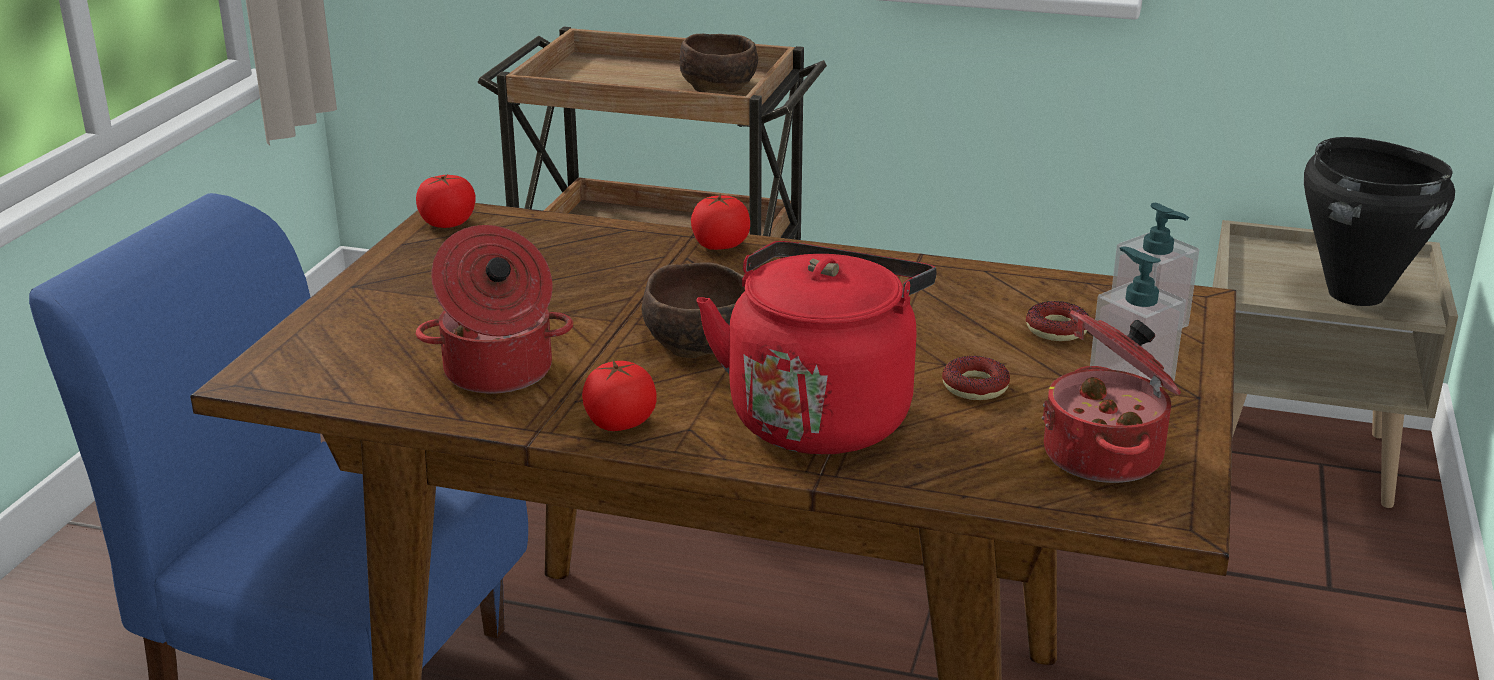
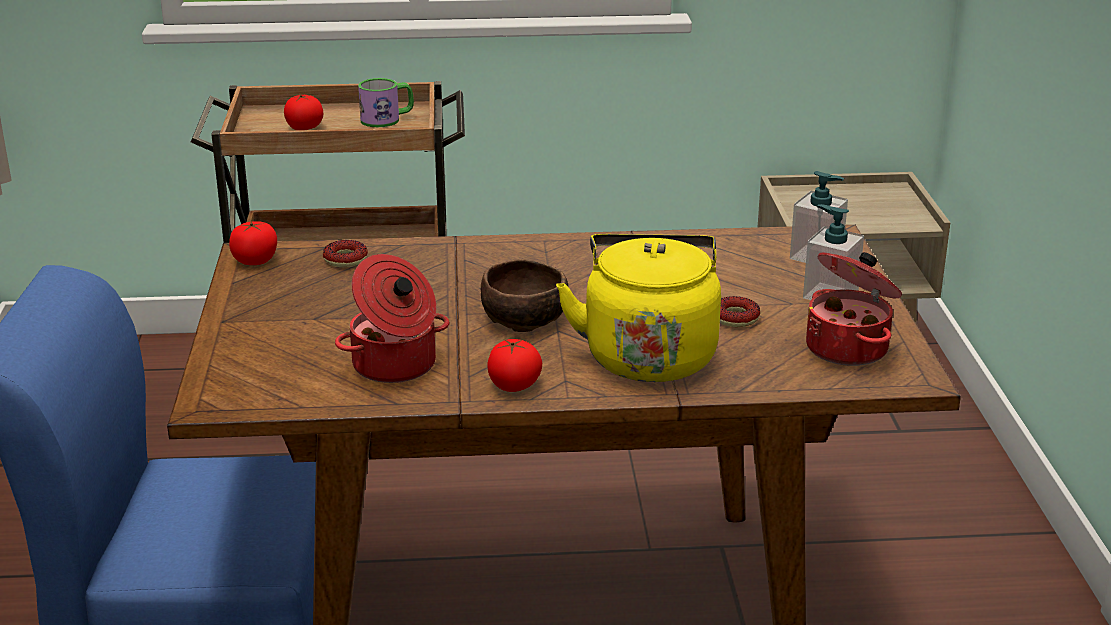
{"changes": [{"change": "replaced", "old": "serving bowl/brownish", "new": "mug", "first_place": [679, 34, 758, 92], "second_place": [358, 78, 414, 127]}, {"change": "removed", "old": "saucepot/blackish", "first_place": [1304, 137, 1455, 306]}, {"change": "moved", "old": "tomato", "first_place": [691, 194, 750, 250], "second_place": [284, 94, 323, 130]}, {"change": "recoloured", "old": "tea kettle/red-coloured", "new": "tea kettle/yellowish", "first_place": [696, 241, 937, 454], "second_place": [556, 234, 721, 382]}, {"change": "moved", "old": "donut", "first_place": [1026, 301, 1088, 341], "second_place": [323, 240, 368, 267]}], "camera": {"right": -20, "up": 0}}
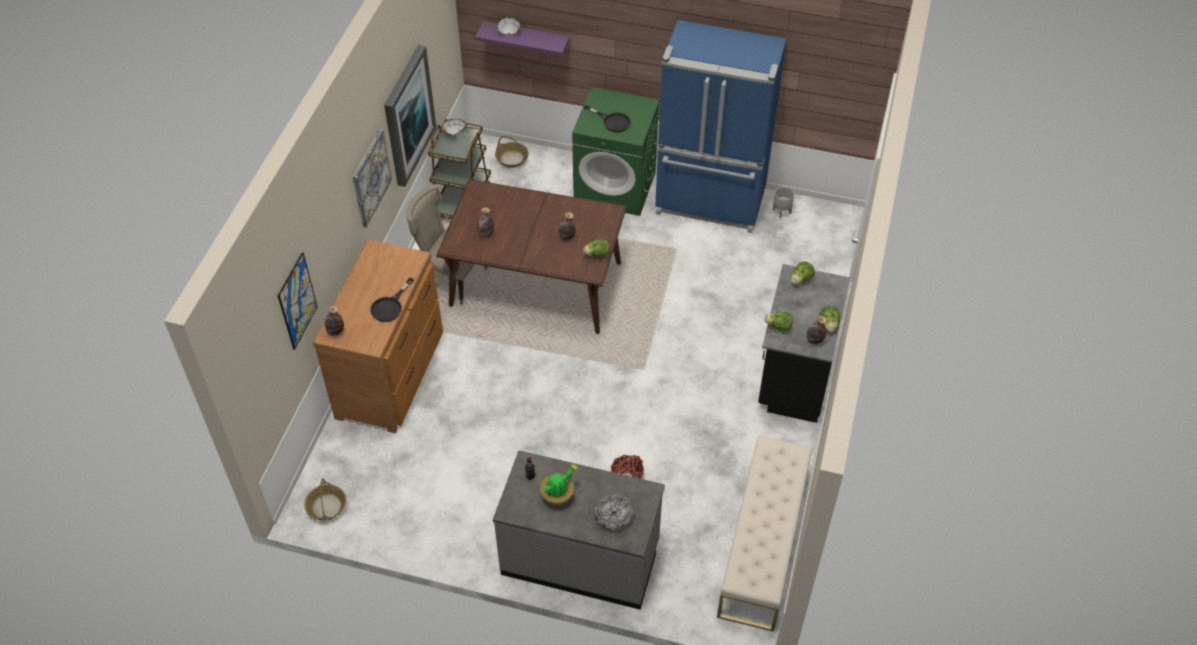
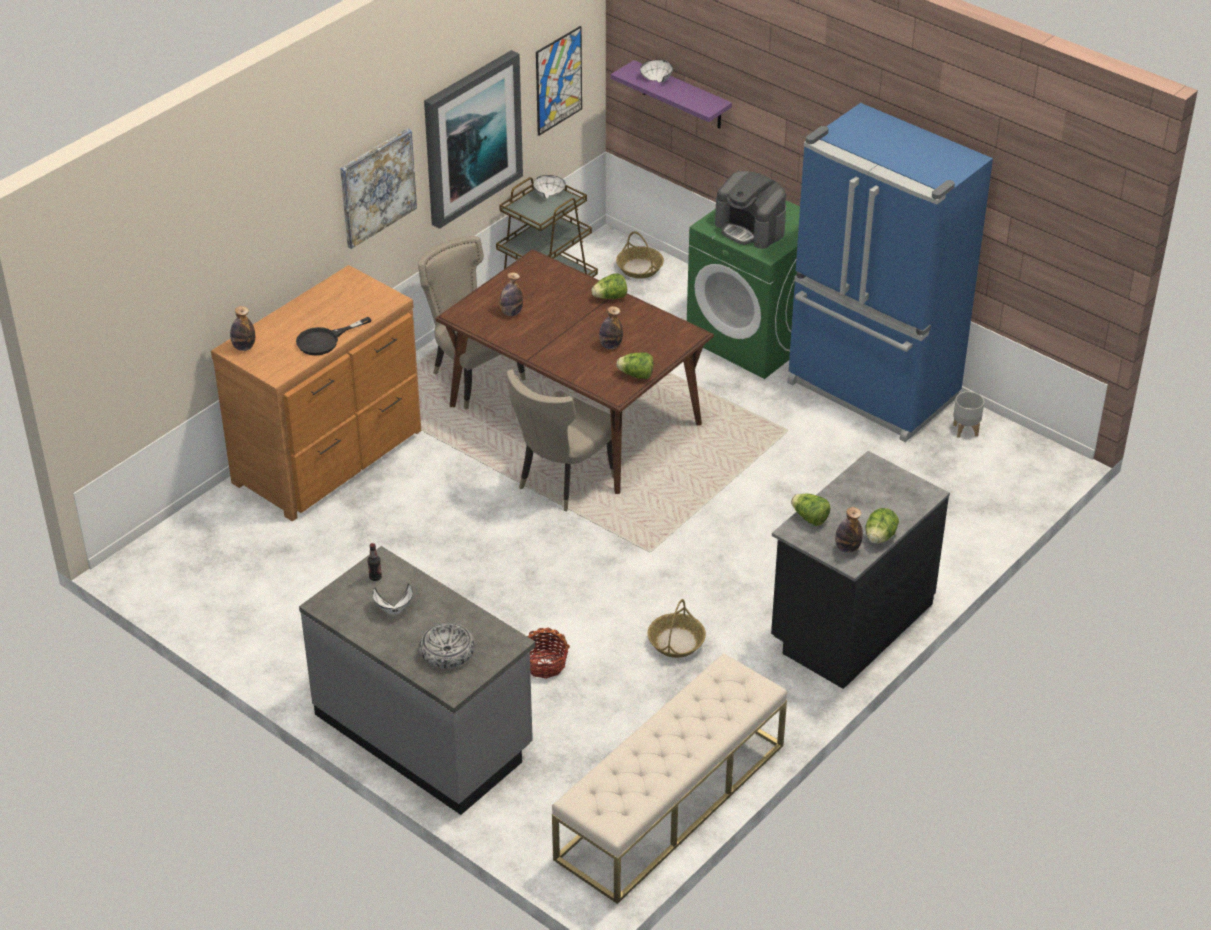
{"changes": [{"change": "replaced", "old": "pan/blackish", "new": "coffee maker", "first_place": [584, 105, 631, 132], "second_place": [715, 171, 786, 249]}, {"change": "moved", "old": "wall art", "first_place": [278, 252, 318, 350], "second_place": [536, 26, 582, 136]}, {"change": "moved", "old": "lettuce head", "first_place": [791, 262, 815, 285], "second_place": [591, 273, 627, 299]}, {"change": "replaced", "old": "houseplant", "new": "serving bowl/white", "first_place": [540, 464, 578, 506], "second_place": [372, 583, 413, 614]}, {"change": "moved", "old": "household basket", "first_place": [304, 478, 346, 521], "second_place": [648, 599, 706, 658]}, {"change": "added", "new": "chair/beige", "second_place": [507, 369, 614, 511]}], "camera": {"right": 25, "up": -10}}
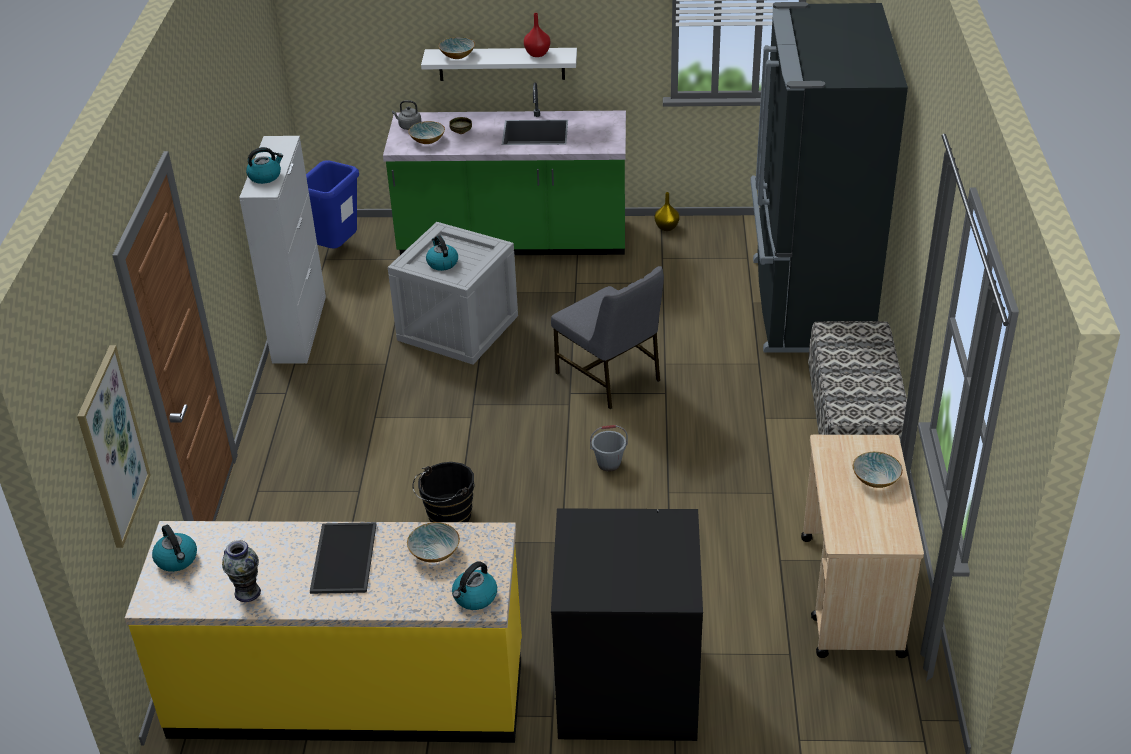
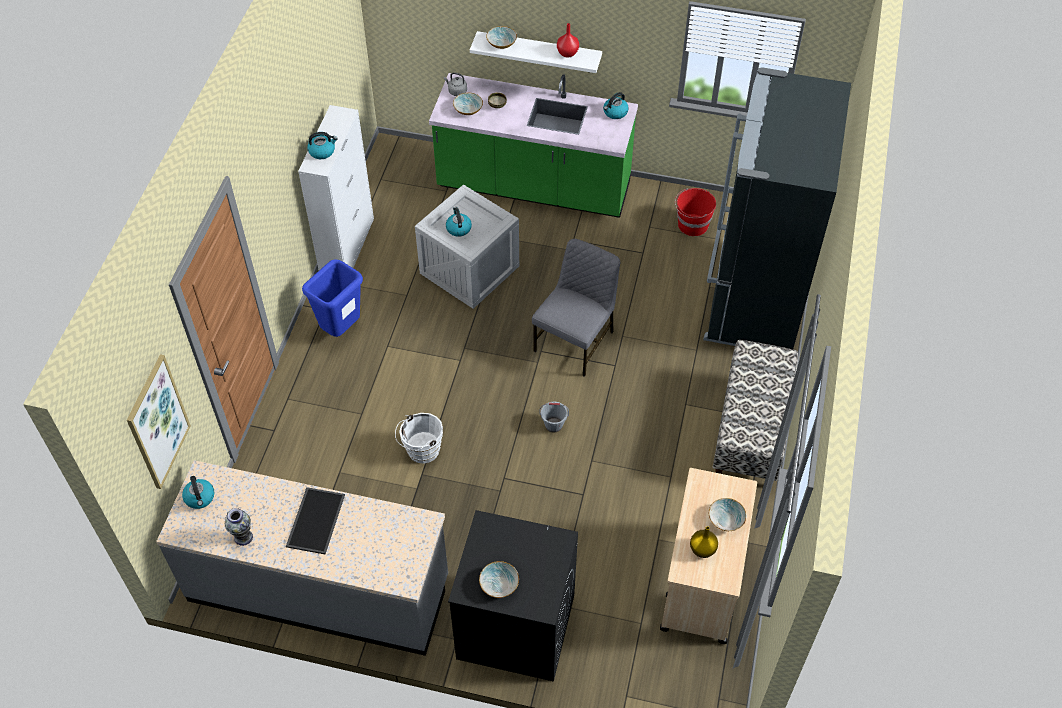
{"changes": [{"change": "moved", "old": "trash can/blue", "first_place": [306, 160, 359, 248], "second_place": [302, 259, 363, 337]}, {"change": "moved", "old": "decorative vase/yellowish", "first_place": [655, 192, 679, 231], "second_place": [690, 526, 718, 558]}, {"change": "turned", "old": "chair/grey", "first_place": [551, 266, 664, 409], "second_place": [532, 239, 620, 377], "degrees": -120}, {"change": "recoloured", "old": "water bucket/blackish", "new": "water bucket/white", "first_place": [412, 462, 474, 522], "second_place": [395, 413, 443, 464]}, {"change": "recoloured", "old": "kitchen base unit/yellowish", "new": "kitchen base unit/grey", "first_place": [124, 521, 522, 743], "second_place": [156, 460, 448, 656]}, {"change": "moved", "old": "serving bowl", "first_place": [407, 522, 460, 563], "second_place": [479, 561, 519, 598]}, {"change": "moved", "old": "tea kettle", "first_place": [452, 561, 497, 610], "second_place": [603, 92, 629, 119]}, {"change": "added", "new": "water bucket/red-coloured", "second_place": [675, 188, 716, 236]}], "camera": {"right": 10, "up": 15}}
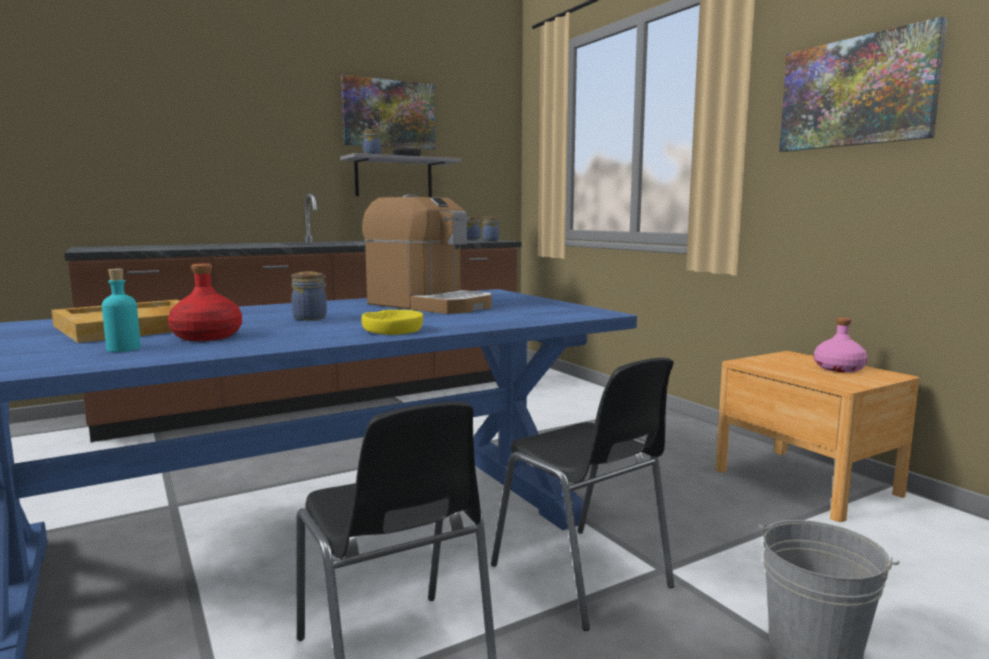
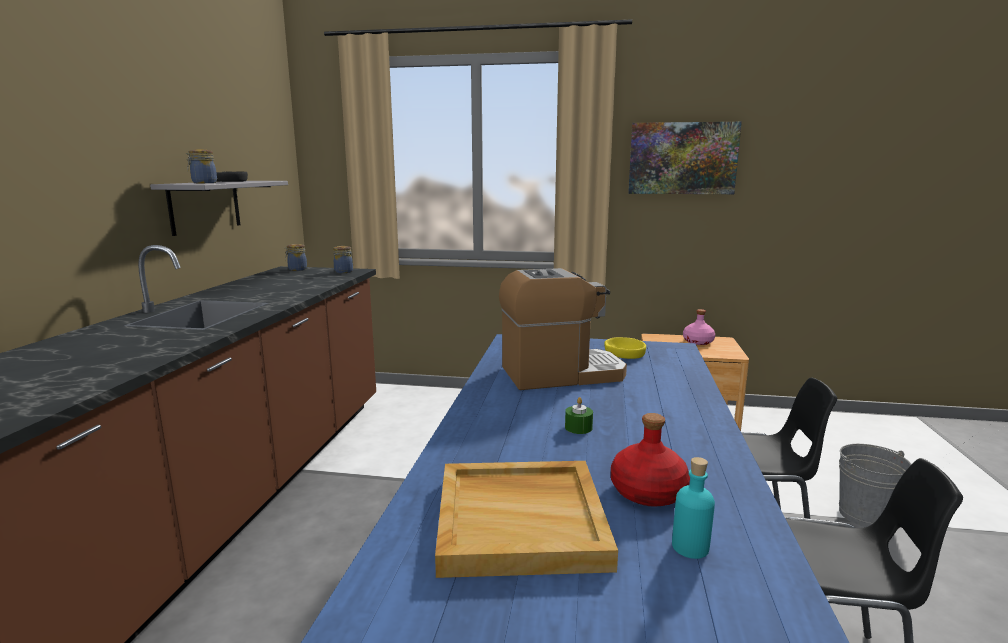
{"changes": [{"change": "removed", "old": "wall art", "first_place": [341, 75, 435, 150]}, {"change": "replaced", "old": "storage jar", "new": "candle/green-coloured", "first_place": [291, 272, 327, 321], "second_place": [565, 397, 593, 434]}, {"change": "moved", "old": "serving bowl/yellowish", "first_place": [362, 310, 423, 335], "second_place": [604, 337, 646, 359]}], "camera": {"right": -50, "up": 5}}
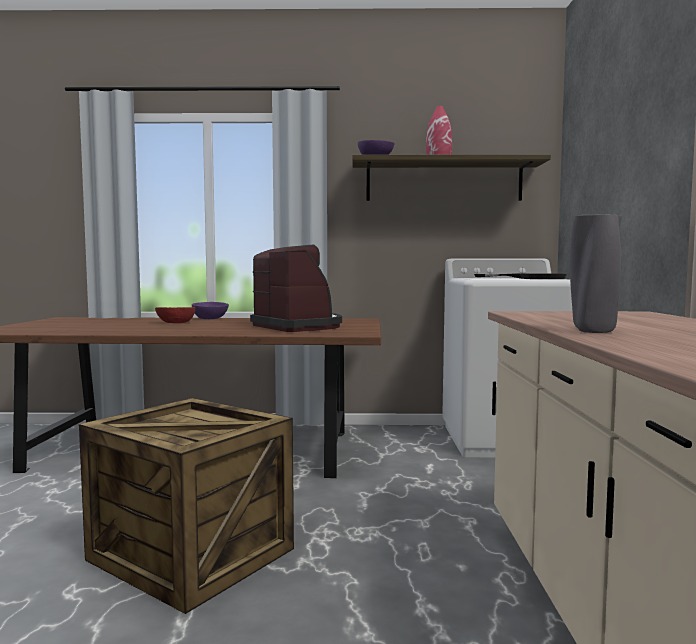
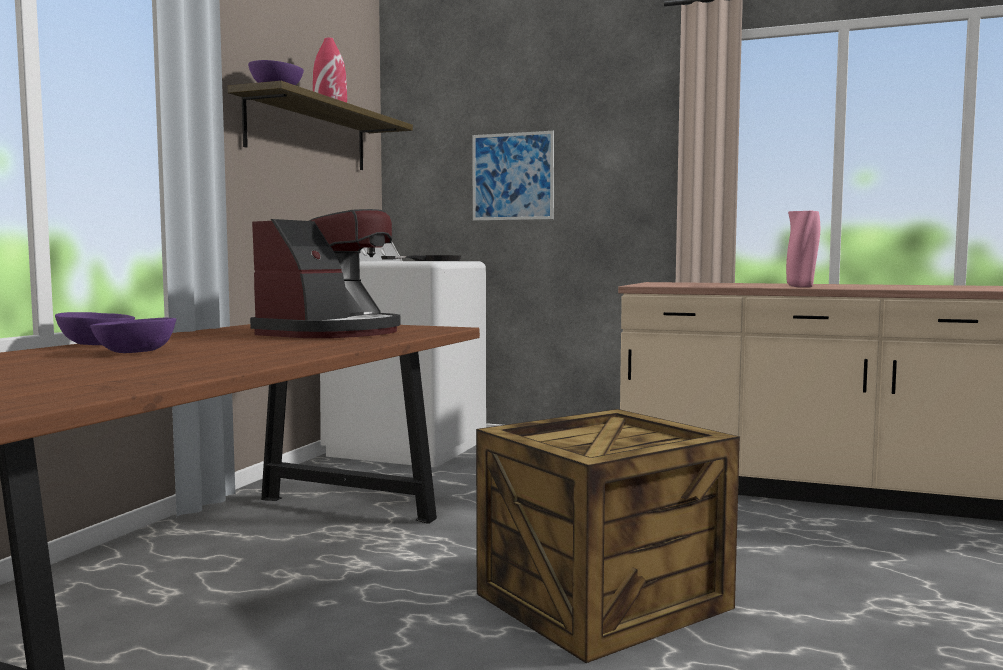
{"changes": [{"change": "recoloured", "old": "decorative vase/grey", "new": "decorative vase/pink", "first_place": [570, 214, 622, 333], "second_place": [786, 211, 820, 287]}, {"change": "turned", "old": "coffee maker", "first_place": [250, 245, 342, 332], "second_place": [250, 209, 400, 338], "degrees": 135}, {"change": "recoloured", "old": "serving bowl/red-coloured", "new": "serving bowl/purple", "first_place": [155, 307, 195, 323], "second_place": [90, 318, 176, 353]}, {"change": "added", "new": "wall art", "second_place": [472, 131, 554, 221]}], "camera": {"right": -70, "up": 0}}
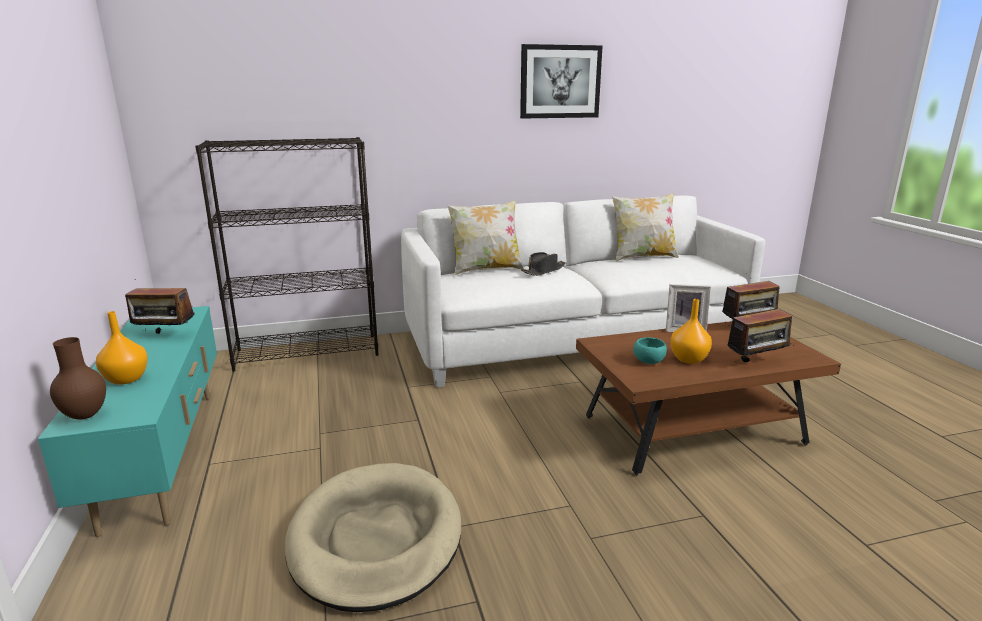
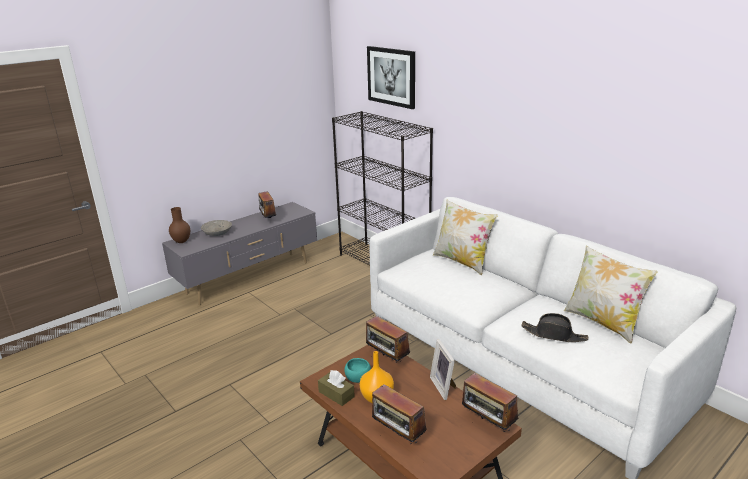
{"changes": [{"change": "moved", "old": "wall art", "first_place": [520, 44, 603, 119], "second_place": [367, 46, 415, 109]}, {"change": "moved", "old": "hat/blackish", "first_place": [520, 252, 566, 276], "second_place": [521, 313, 588, 342]}, {"change": "recoloured", "old": "tv unit/turquoise", "new": "tv unit/grey", "first_place": [38, 306, 217, 537], "second_place": [162, 202, 317, 305]}, {"change": "replaced", "old": "decorative vase/orange-coloured", "new": "serving bowl/grey", "first_place": [96, 311, 148, 385], "second_place": [201, 220, 232, 236]}, {"change": "removed", "old": "dog bed/beige", "first_place": [285, 463, 461, 612]}, {"change": "added", "new": "radio", "second_place": [366, 316, 410, 364]}, {"change": "added", "new": "tissue box/brownish", "second_place": [318, 370, 355, 406]}], "camera": {"right": 65, "up": 5}}
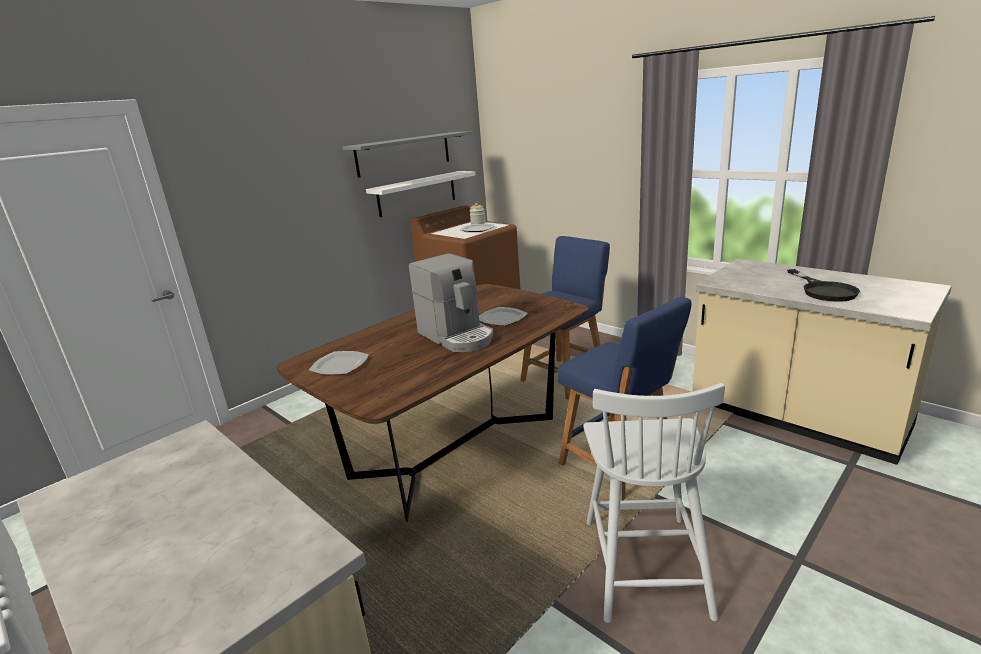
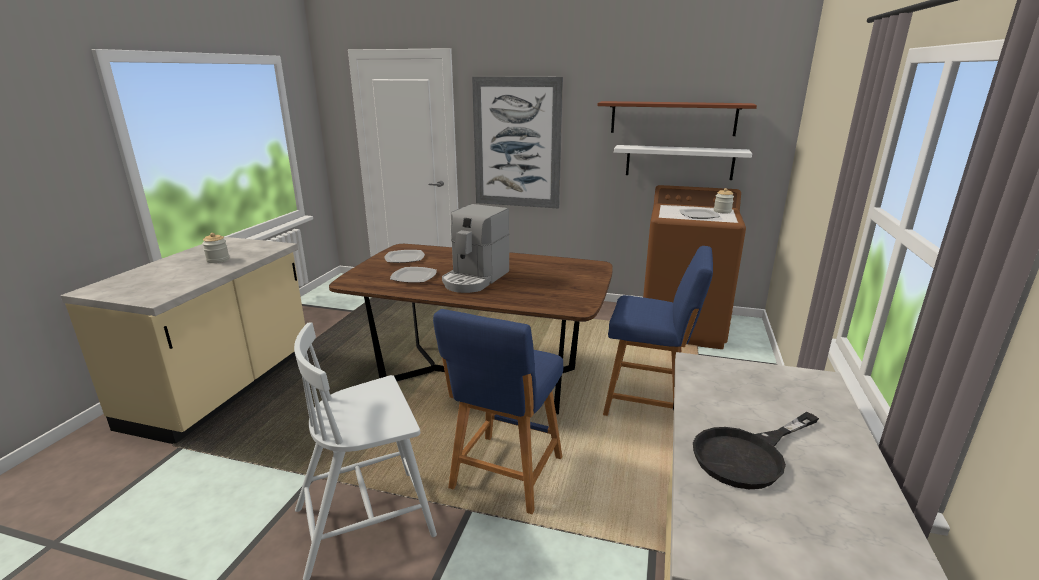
{"changes": [{"change": "recoloured", "old": "bracket shelf/grey", "new": "bracket shelf/brownish", "first_place": [342, 131, 472, 178], "second_place": [598, 101, 757, 136]}, {"change": "moved", "old": "flat dish", "first_place": [479, 307, 528, 326], "second_place": [390, 267, 437, 283]}, {"change": "added", "new": "wall art", "second_place": [472, 77, 563, 209]}, {"change": "added", "new": "storage jar", "second_place": [202, 233, 229, 263]}], "camera": {"right": 60, "up": 0}}
